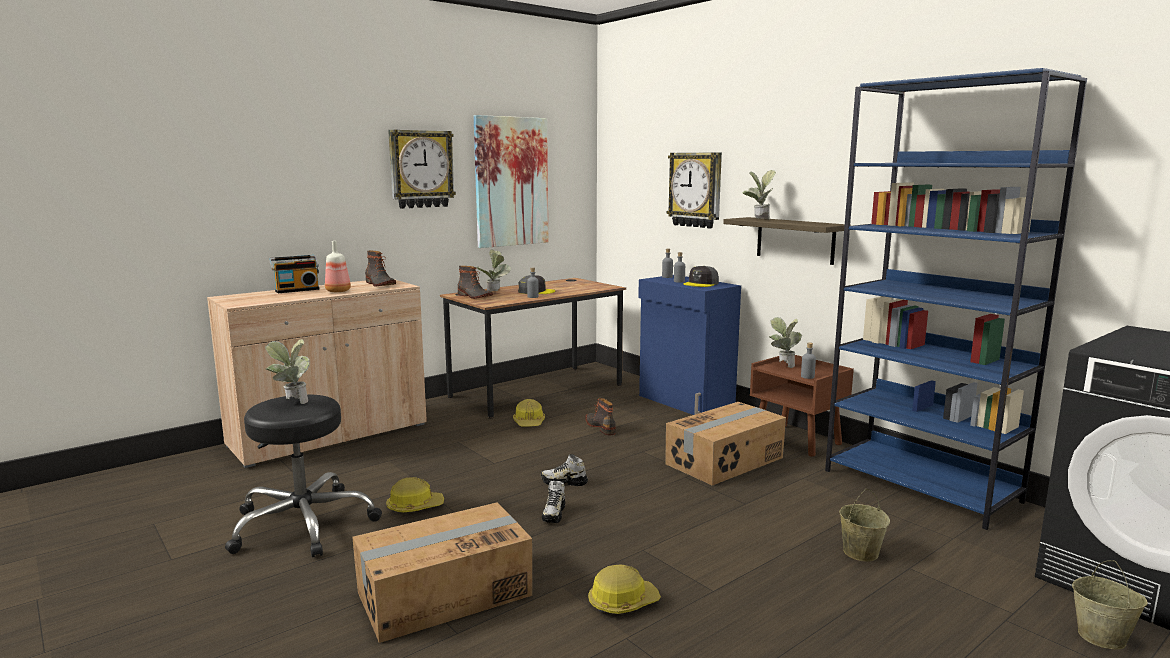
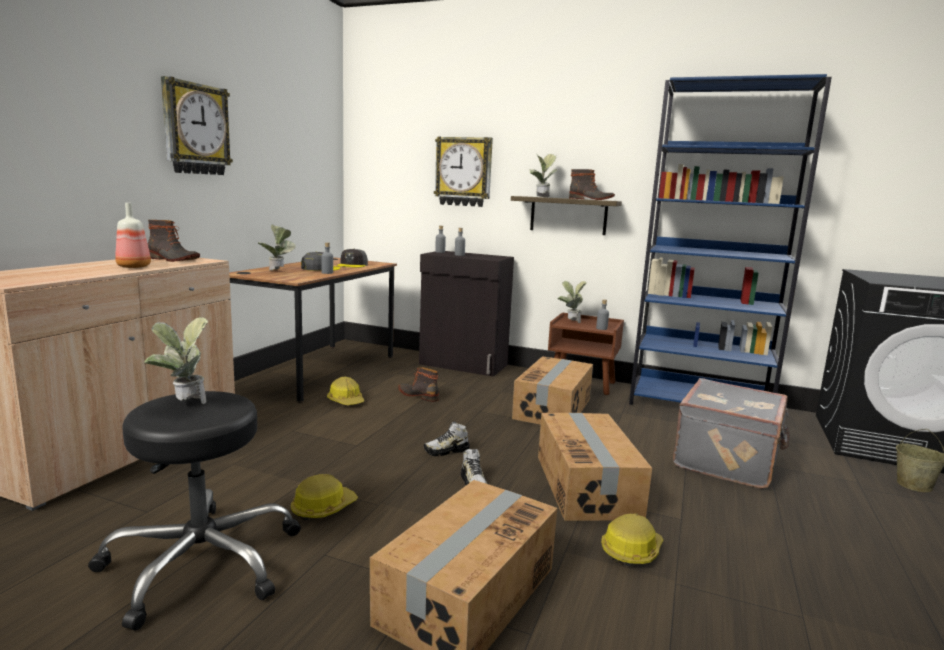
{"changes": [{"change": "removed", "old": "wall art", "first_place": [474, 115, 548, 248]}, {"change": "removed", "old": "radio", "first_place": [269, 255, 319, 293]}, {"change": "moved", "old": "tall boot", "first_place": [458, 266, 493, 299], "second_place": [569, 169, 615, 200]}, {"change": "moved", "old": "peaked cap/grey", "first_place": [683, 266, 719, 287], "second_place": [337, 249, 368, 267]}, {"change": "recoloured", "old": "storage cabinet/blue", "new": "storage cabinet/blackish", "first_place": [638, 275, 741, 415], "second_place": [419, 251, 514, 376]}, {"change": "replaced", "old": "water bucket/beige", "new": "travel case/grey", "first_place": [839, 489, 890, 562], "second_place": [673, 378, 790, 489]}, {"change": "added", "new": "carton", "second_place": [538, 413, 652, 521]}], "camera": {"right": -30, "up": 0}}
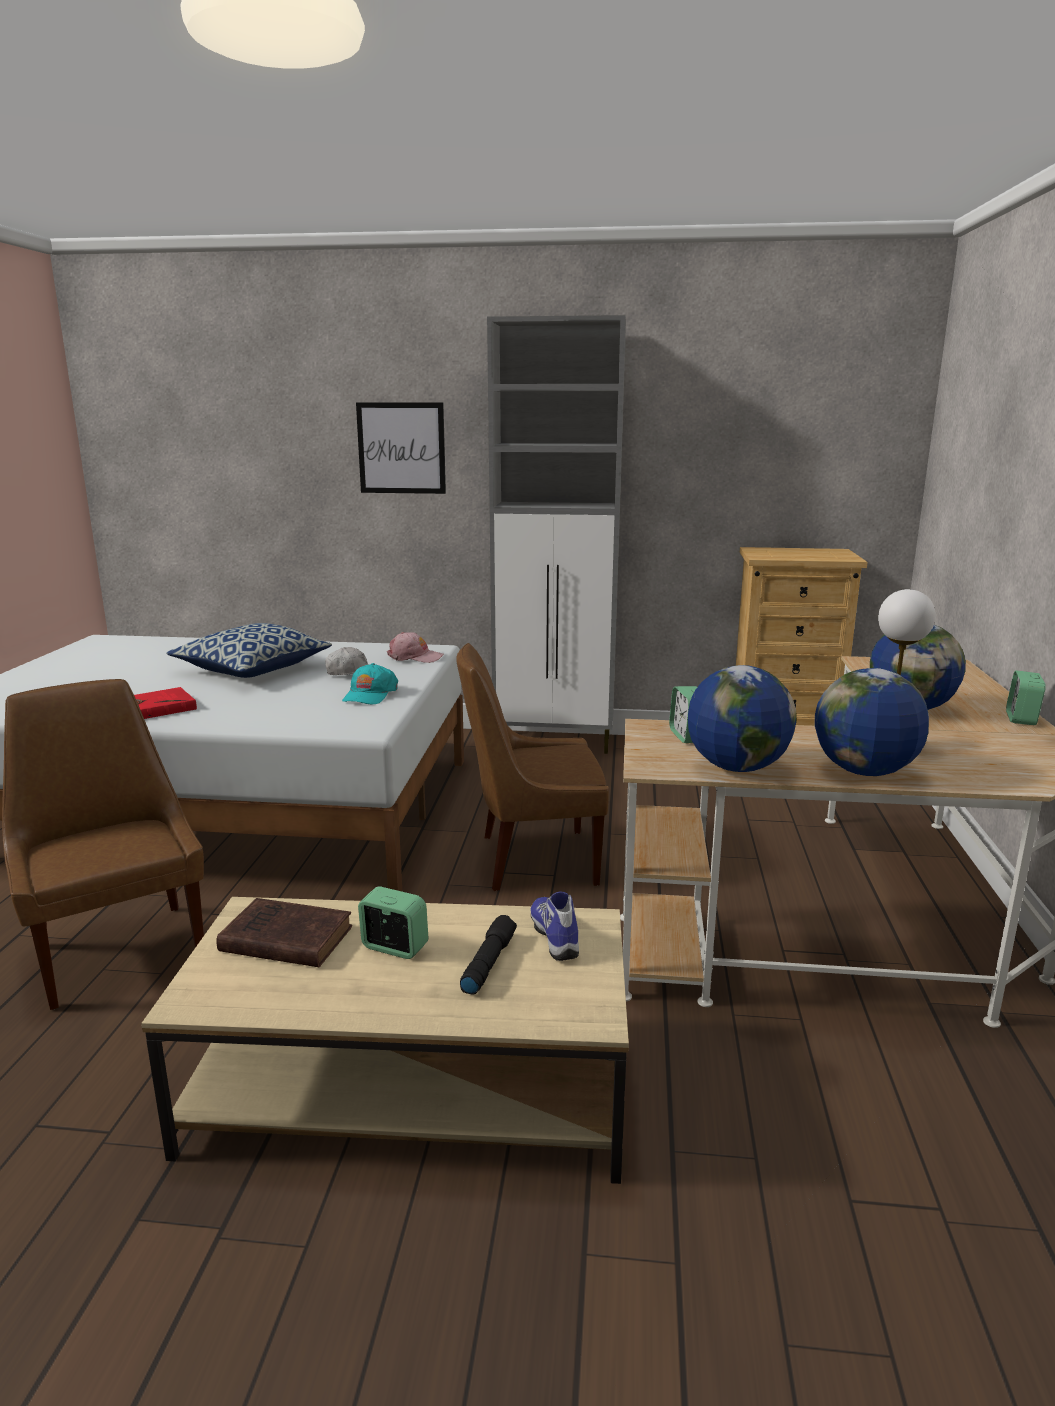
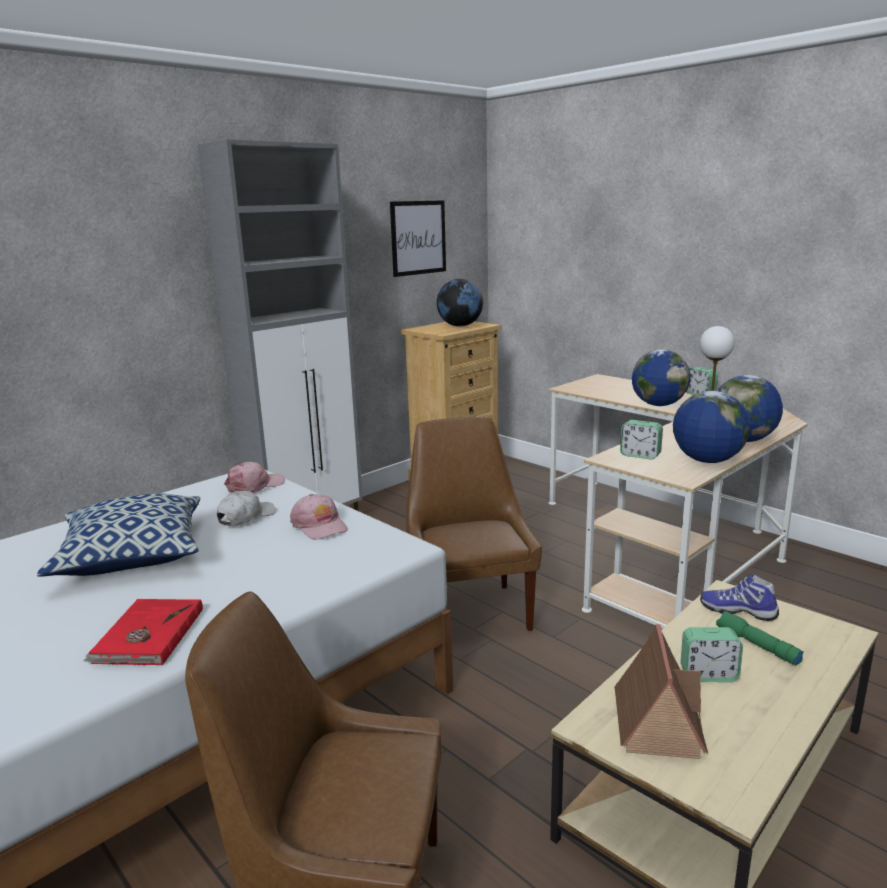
{"changes": [{"change": "moved", "old": "wall art", "first_place": [356, 402, 446, 494], "second_place": [390, 200, 446, 277]}, {"change": "turned", "old": "chair/brownish", "first_place": [456, 643, 609, 891], "second_place": [406, 417, 542, 631], "degrees": 135}, {"change": "recoloured", "old": "peaked cap/turquoise", "new": "peaked cap/pink", "first_place": [342, 663, 398, 704], "second_place": [290, 494, 348, 540]}, {"change": "turned", "old": "bedside clock", "first_place": [358, 886, 428, 959], "second_place": [681, 627, 743, 682], "degrees": -150}, {"change": "replaced", "old": "volume/brownish", "new": "miniature house", "first_place": [216, 898, 352, 967], "second_place": [615, 624, 708, 759]}, {"change": "recoloured", "old": "flashlight/blackish", "new": "flashlight/green-coloured", "first_place": [460, 915, 517, 995], "second_place": [716, 611, 804, 665]}, {"change": "added", "new": "globe", "second_place": [437, 279, 483, 327]}], "camera": {"right": -50, "up": 0}}
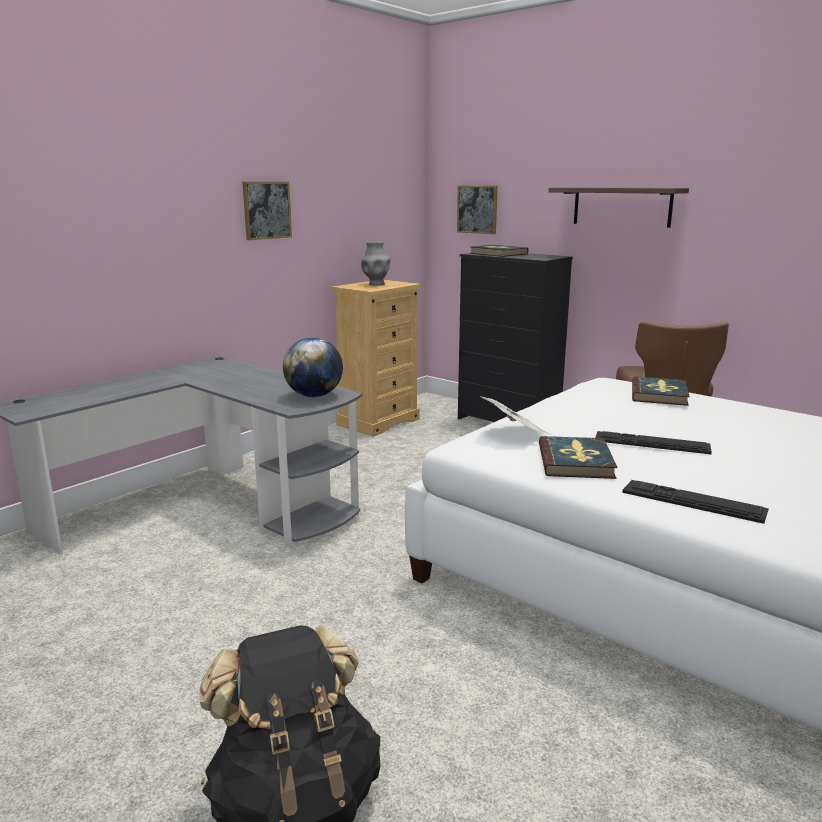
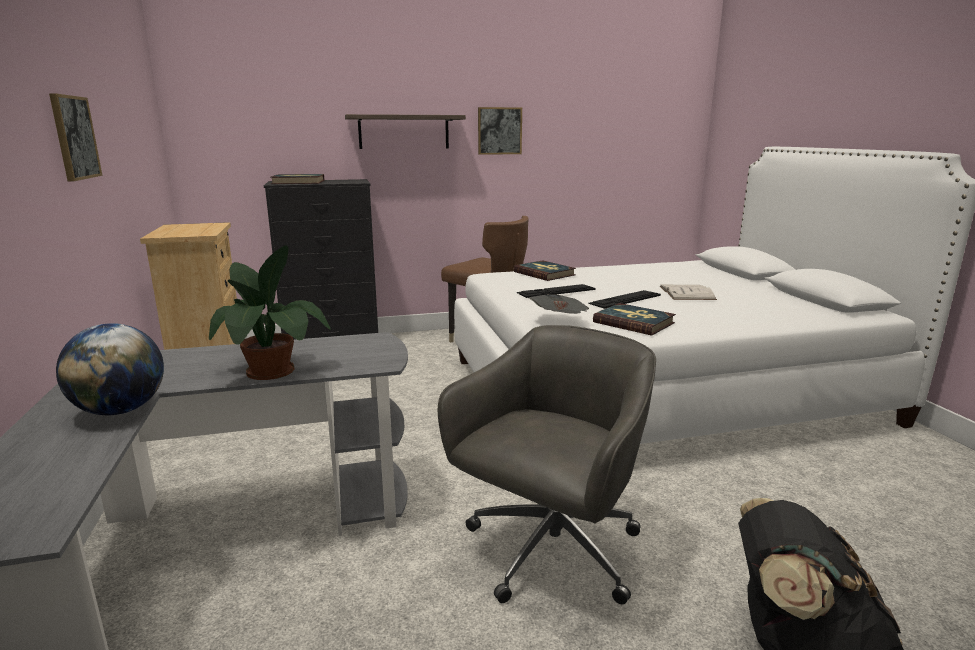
{"changes": [{"change": "moved", "old": "wall art", "first_place": [457, 186, 498, 234], "second_place": [478, 107, 522, 155]}, {"change": "removed", "old": "decorative vase/grey", "first_place": [361, 241, 390, 285]}, {"change": "moved", "old": "globe", "first_place": [283, 337, 343, 397], "second_place": [56, 323, 164, 415]}, {"change": "moved", "old": "computer keyboard", "first_place": [622, 480, 769, 524], "second_place": [517, 284, 595, 298]}, {"change": "added", "new": "houseplant", "second_place": [209, 245, 330, 380]}, {"change": "added", "new": "volume/white", "second_place": [660, 285, 717, 300]}, {"change": "added", "new": "office chair/grey", "second_place": [438, 325, 656, 604]}], "camera": {"right": -55, "up": 0}}
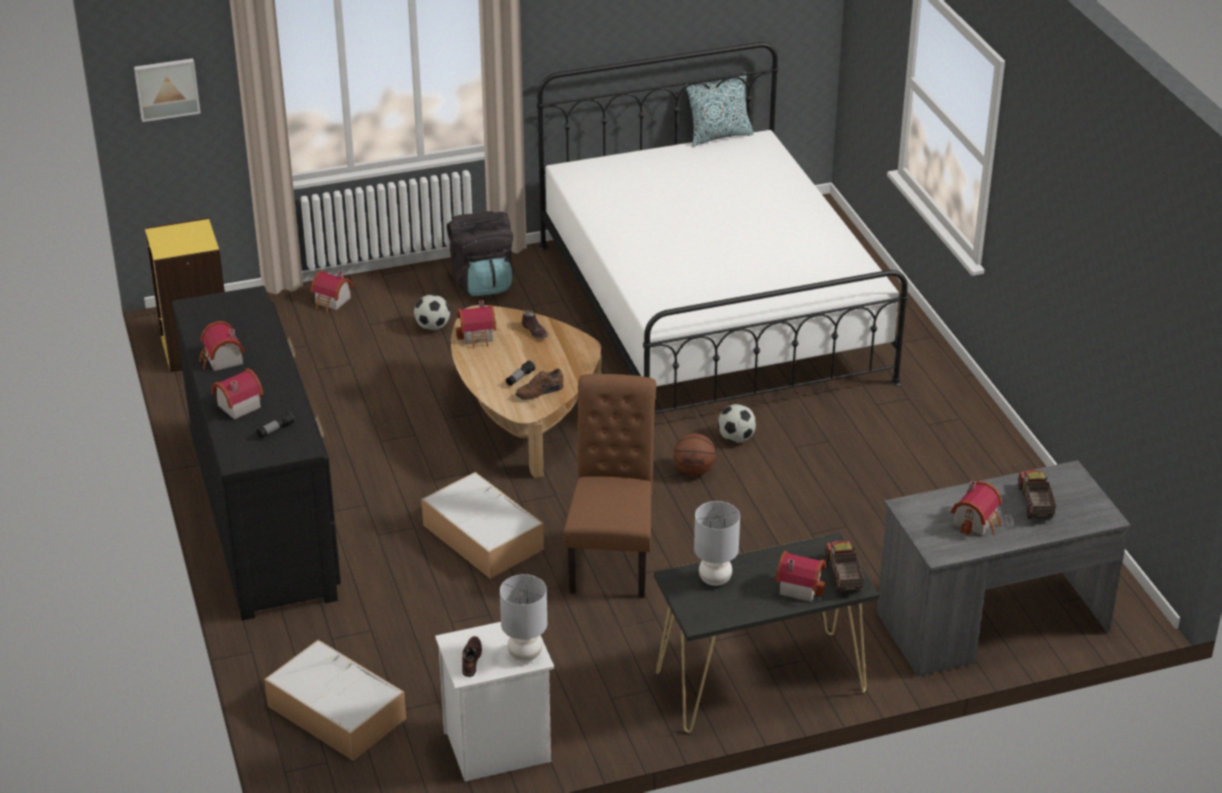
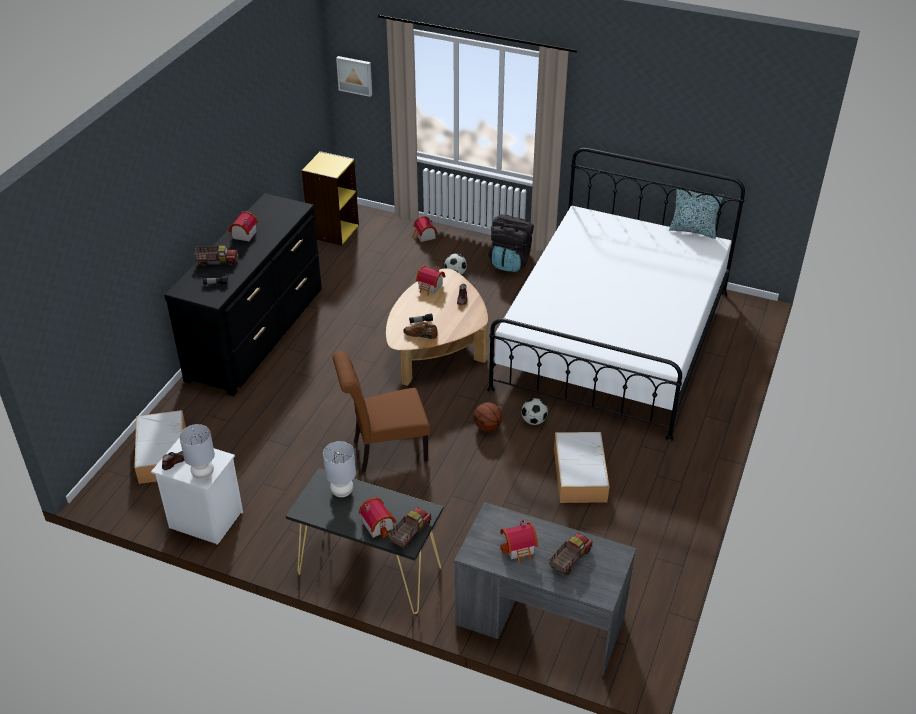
{"changes": [{"change": "replaced", "old": "miniature house", "new": "model truck", "first_place": [211, 368, 264, 419], "second_place": [194, 246, 238, 267]}, {"change": "turned", "old": "chair/brownish", "first_place": [563, 374, 656, 598], "second_place": [332, 351, 430, 472], "degrees": -150}, {"change": "moved", "old": "storage bin", "first_place": [421, 472, 544, 579], "second_place": [554, 432, 609, 503]}], "camera": {"right": 40, "up": 5}}
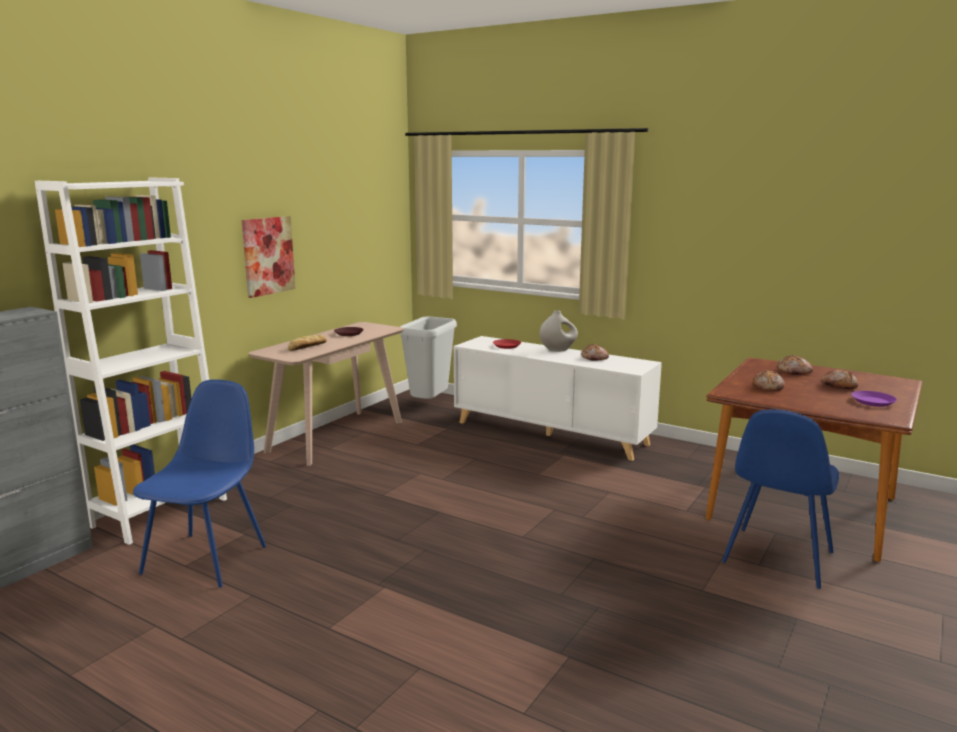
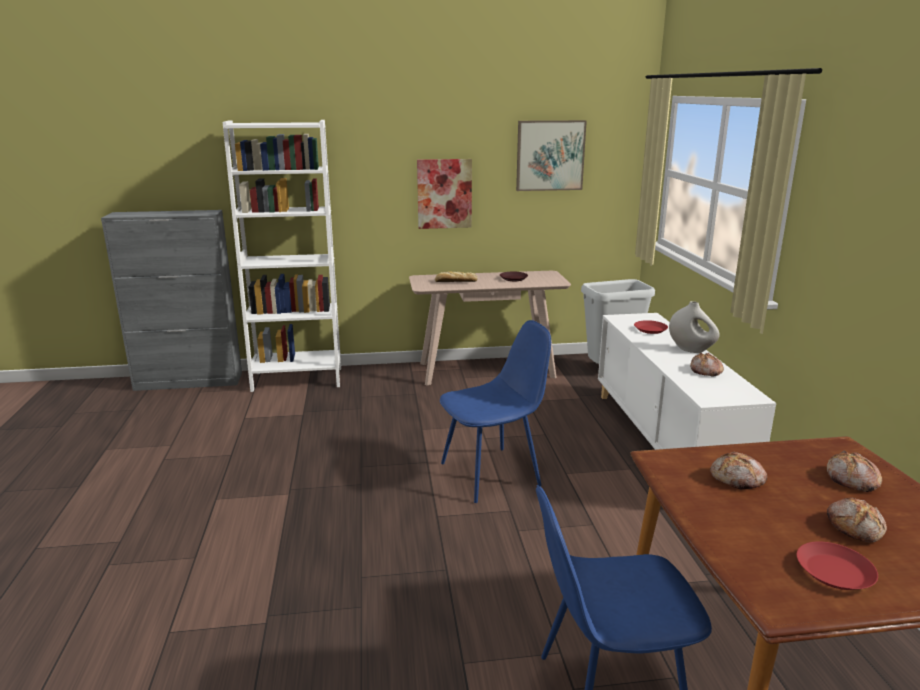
{"changes": [{"change": "moved", "old": "chair/blue", "first_place": [133, 379, 266, 588], "second_place": [440, 320, 551, 503]}, {"change": "recoloured", "old": "flat dish/purple", "new": "flat dish/red-coloured", "first_place": [851, 391, 897, 407], "second_place": [797, 542, 878, 590]}, {"change": "added", "new": "wall art", "second_place": [516, 120, 587, 191]}], "camera": {"right": 50, "up": 5}}
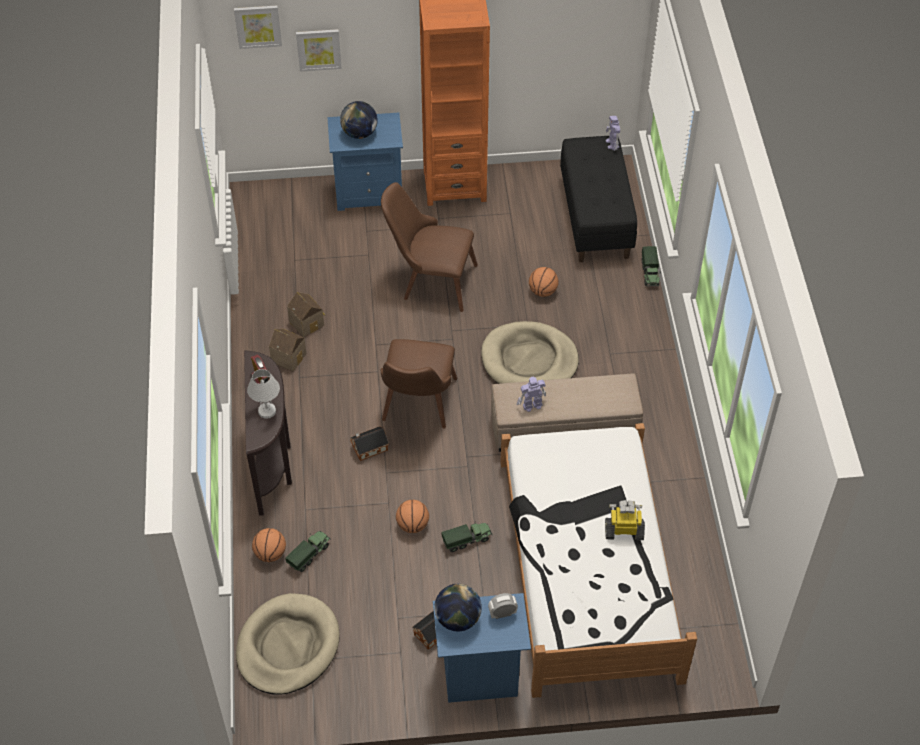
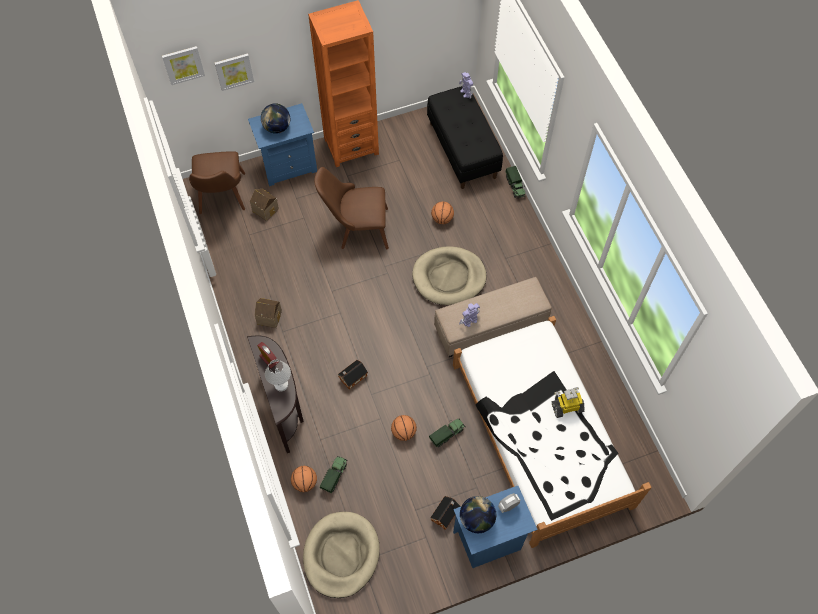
{"changes": [{"change": "moved", "old": "miniature house", "first_place": [287, 292, 326, 337], "second_place": [250, 189, 279, 221]}, {"change": "moved", "old": "chair/brownish", "first_place": [381, 339, 457, 429], "second_place": [189, 151, 245, 214]}], "camera": {"right": -15, "up": 10}}
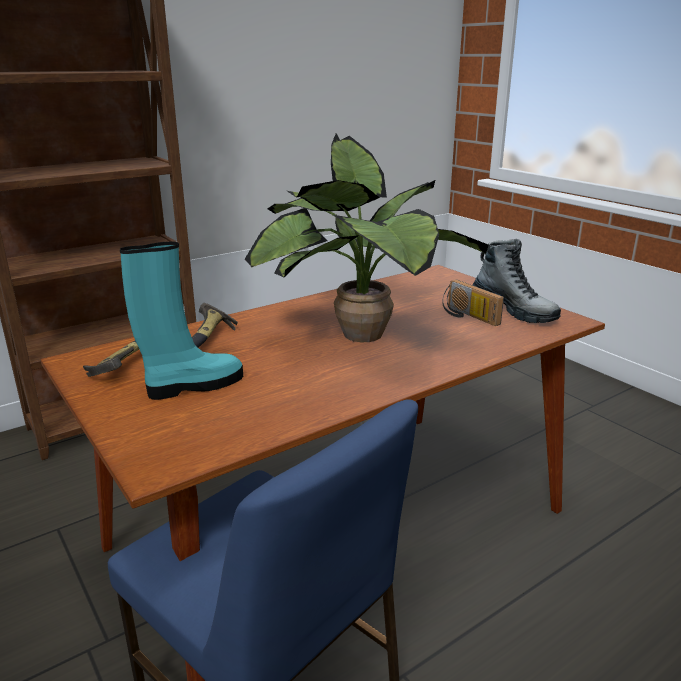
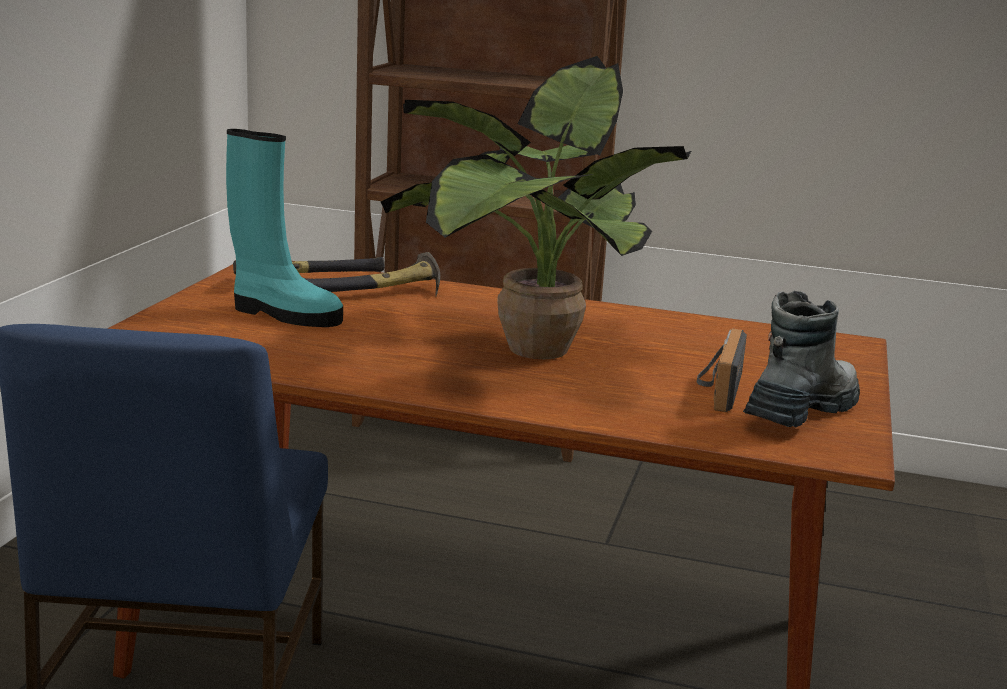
{"changes": [{"change": "turned", "old": "tall boot", "first_place": [473, 239, 561, 323], "second_place": [743, 291, 860, 428], "degrees": -150}], "camera": {"right": 50, "up": -5}}
